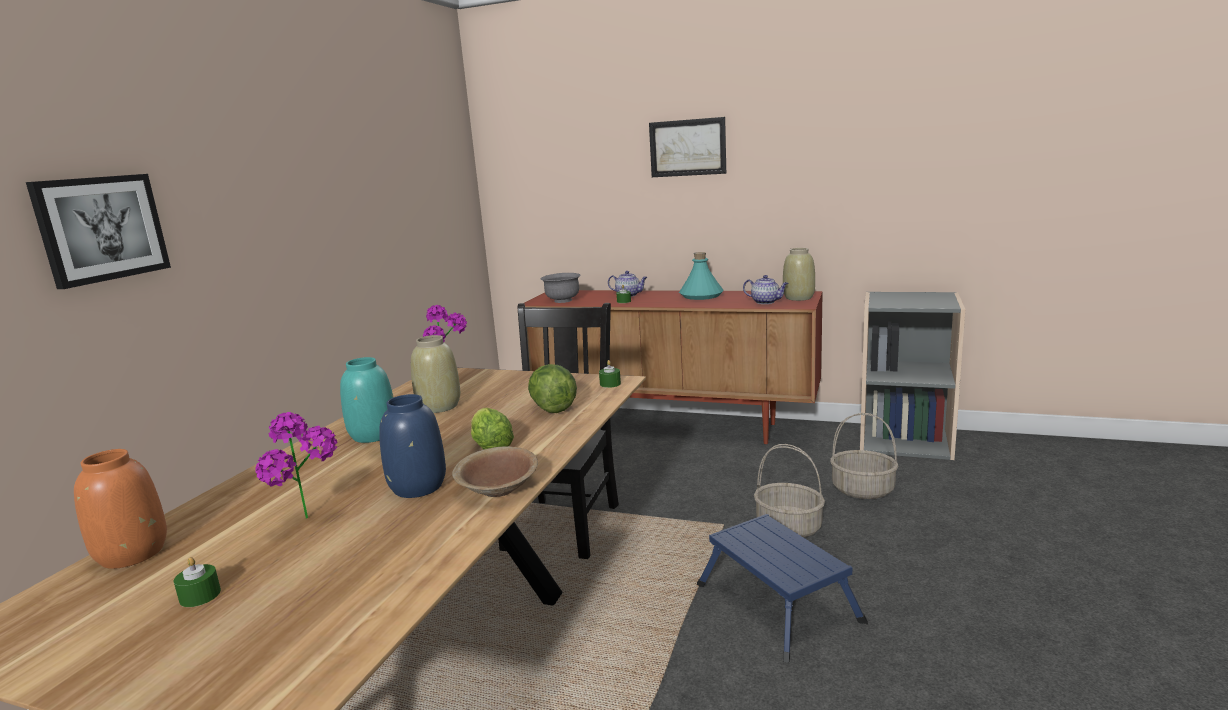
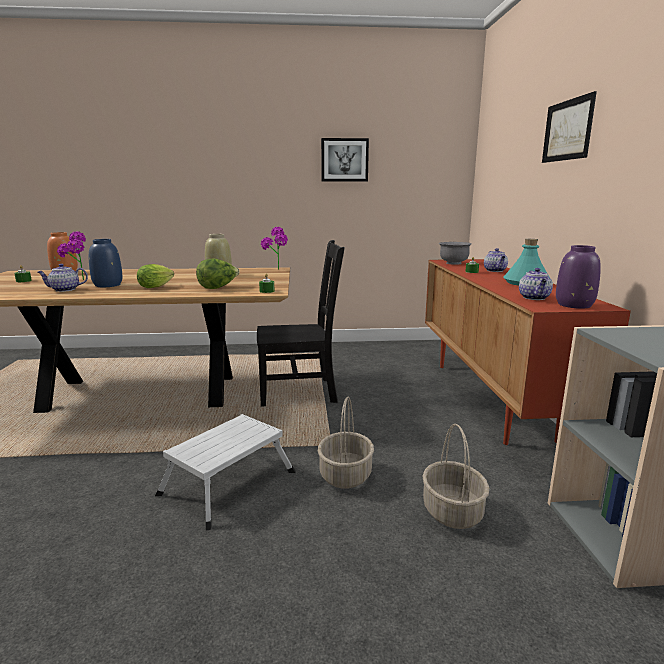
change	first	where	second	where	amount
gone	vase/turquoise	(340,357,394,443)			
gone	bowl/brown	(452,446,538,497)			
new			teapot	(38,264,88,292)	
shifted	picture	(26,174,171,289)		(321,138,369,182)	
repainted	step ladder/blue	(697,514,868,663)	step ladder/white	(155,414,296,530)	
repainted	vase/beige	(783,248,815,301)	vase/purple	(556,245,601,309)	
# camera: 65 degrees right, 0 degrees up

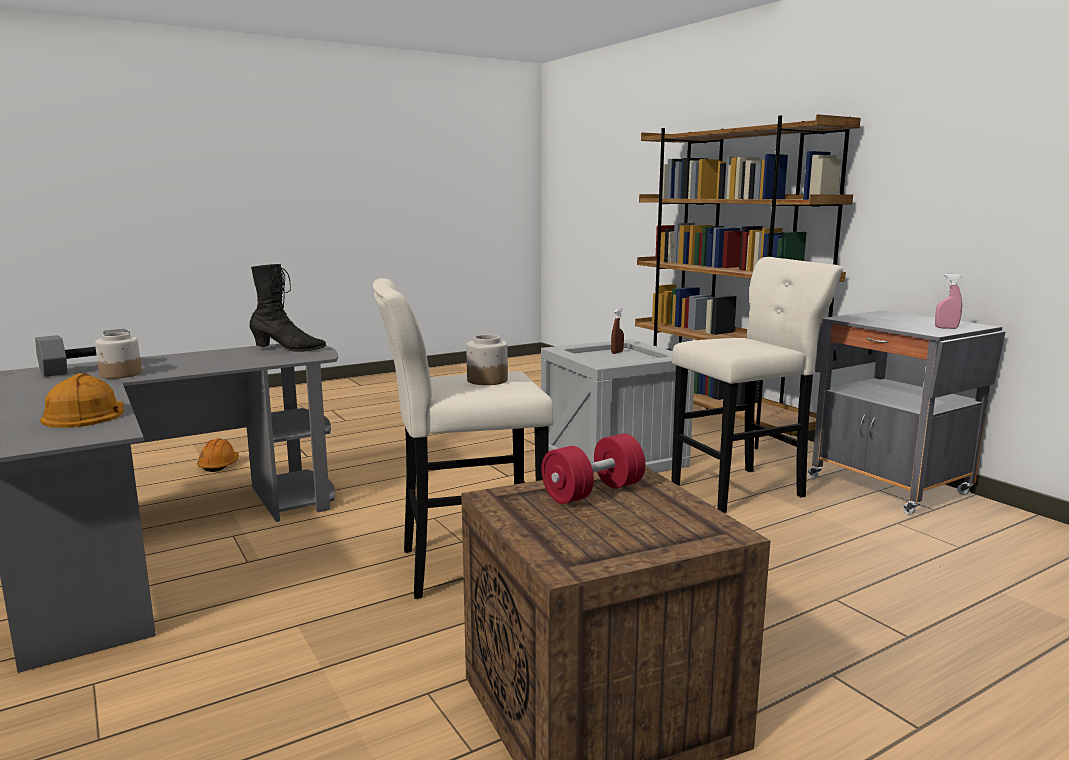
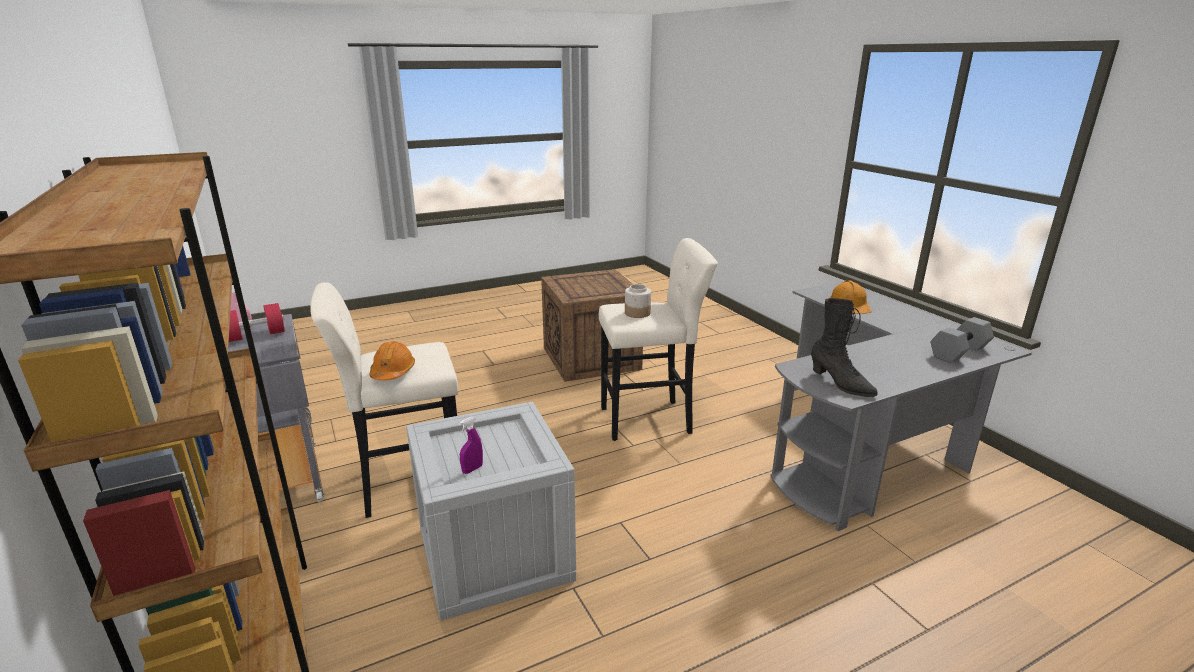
change	first	where	second	where	amount
gone	jar	(95,332,142,379)			
shifted	hard hat/orange	(197,438,239,472)		(369,341,415,380)	
shifted	dumbbell/red	(542,433,645,504)		(229,303,285,342)	
repainted	spray bottle/brown	(611,308,624,354)	spray bottle/purple	(459,417,483,474)	
rotated	boot/black	(250,264,326,352)		(811,298,878,397)	135 degrees counterclockwise
# camera: 175 degrees left, 10 degrees up

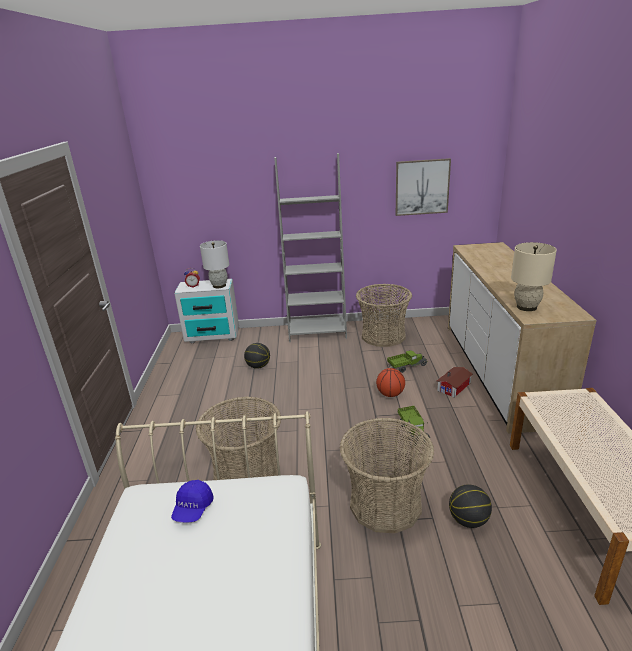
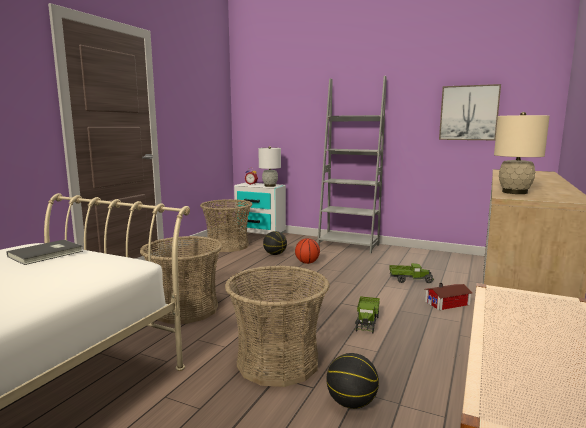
change	first	where	second	where	amount
shifted	basket	(356,284,412,347)		(200,199,253,252)	
shifted	basketball	(376,368,405,397)		(295,238,320,264)	
swapped	cap/blue	(171,480,214,522)	book/grey	(7,240,83,265)	
# camera: 25 degrees right, 15 degrees down

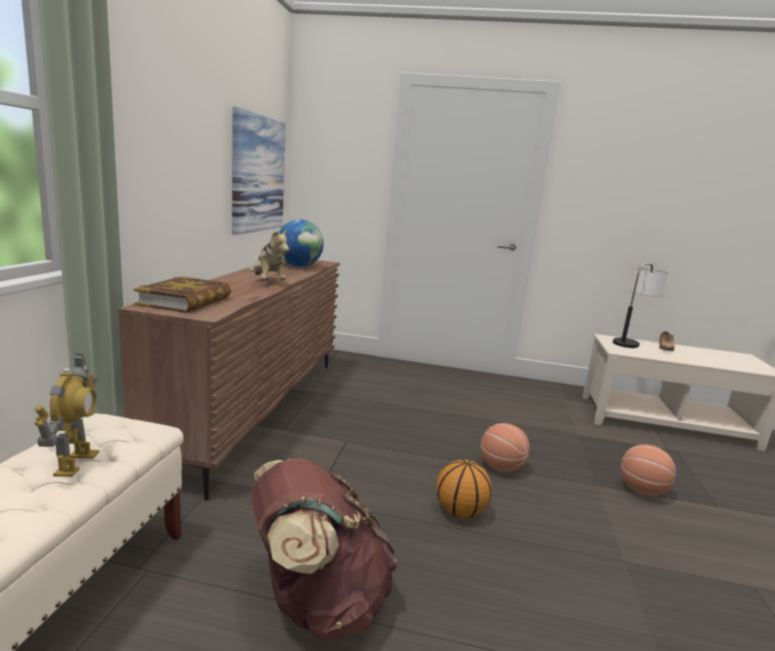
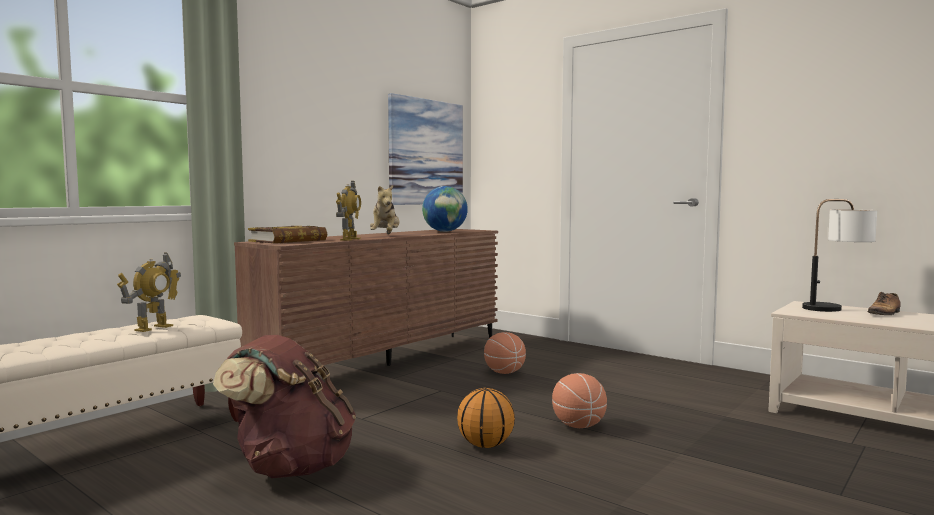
change	first	where	second	where	amount
new			toy robot	(336,181,361,241)	
shifted	basketball	(621,444,676,496)		(484,332,526,374)	
# camera: 30 degrees right, 10 degrees down

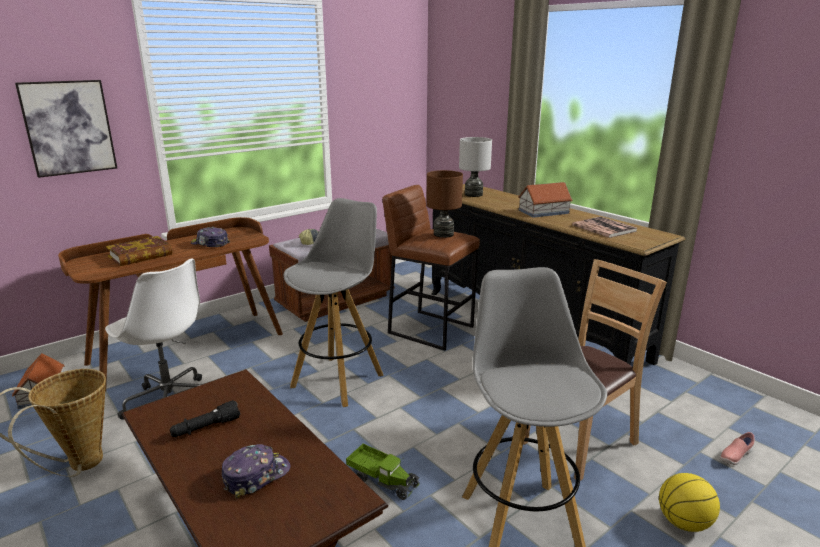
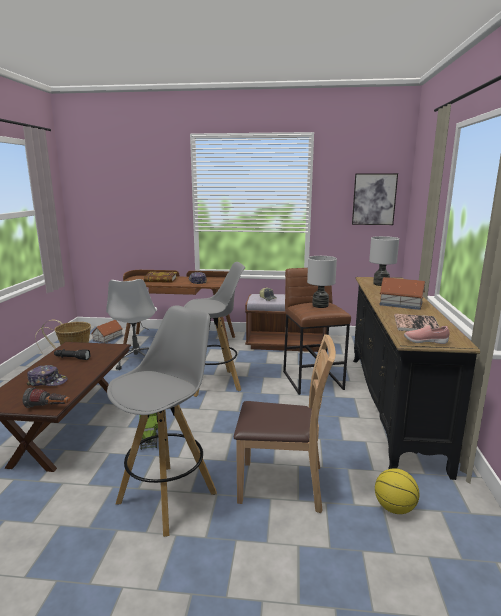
change	first	where	second	where	amount
new			flashlight	(23,387,70,408)	
shifted	picture	(15,80,117,178)		(352,173,398,225)	
shifted	basketball	(659,473,720,532)		(375,468,419,514)	
shifted	shoe/pink	(720,432,755,465)		(404,325,450,344)	
repainted	table lamp/brown	(426,170,463,238)	table lamp/grey	(307,256,337,308)	
# camera: 45 degrees right, 5 degrees down

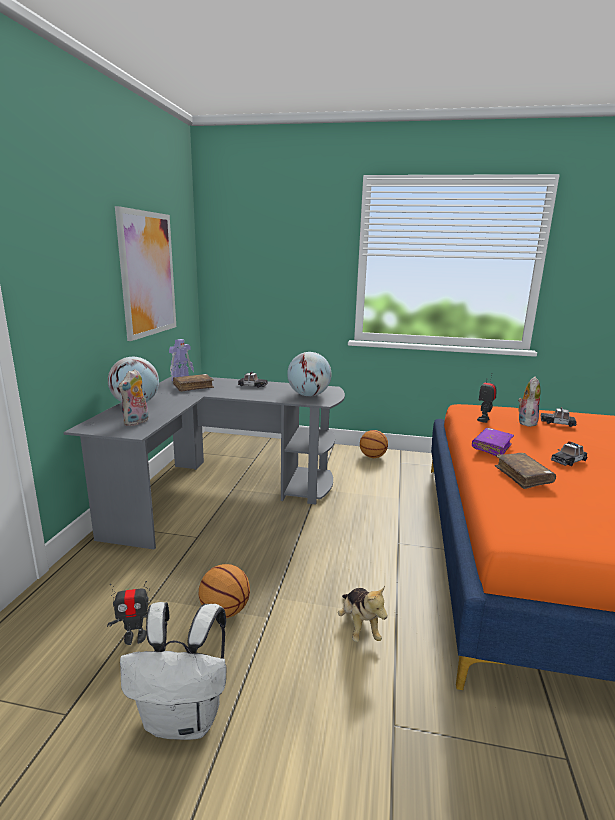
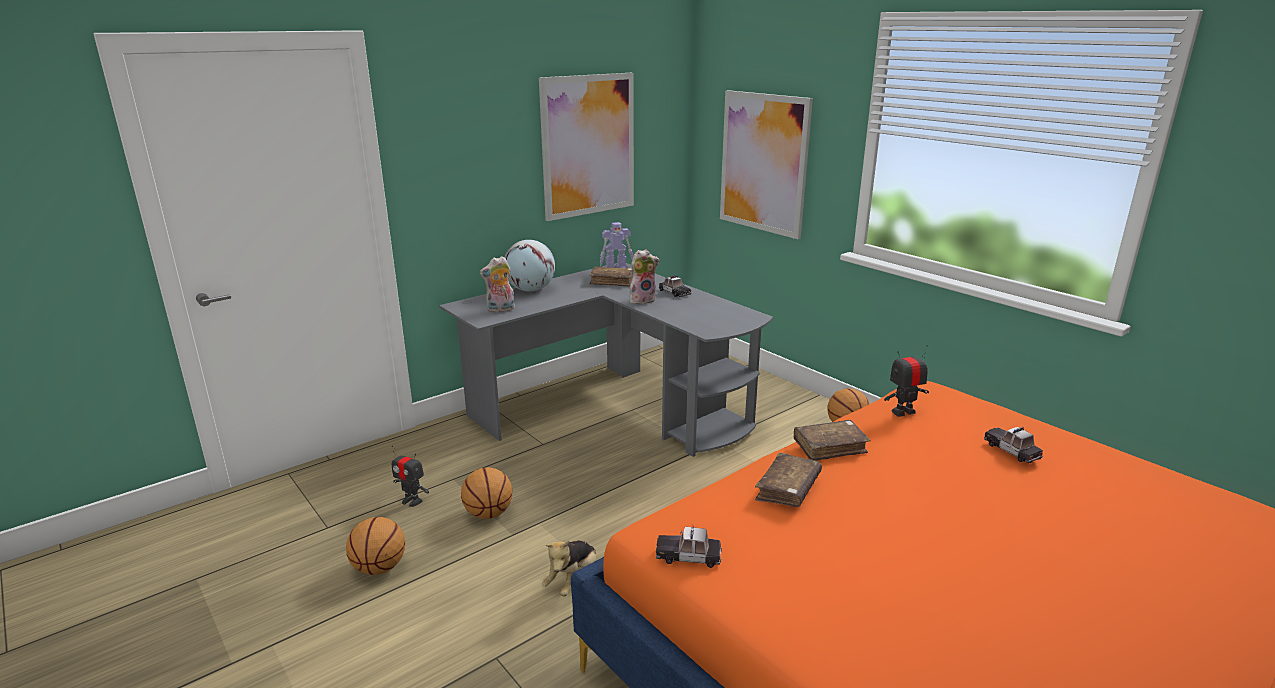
change	first	where	second	where	amount
gone	globe	(287,352,332,396)			
new			picture	(720,90,813,239)	
shifted	plush toy	(518,377,541,427)		(630,249,660,305)	
shifted	toy car	(551,441,587,466)		(656,525,722,568)	
swapped	backpack/white	(120,602,227,740)	basketball	(346,517,405,575)	
repainted	book/purple	(472,428,514,456)	book/brown	(793,420,871,461)	
# camera: 40 degrees right, 5 degrees up

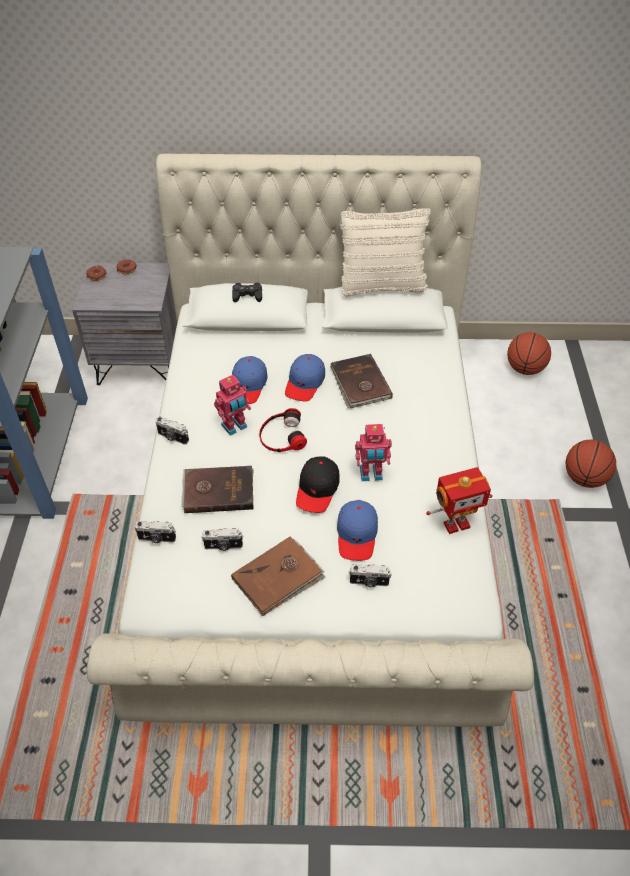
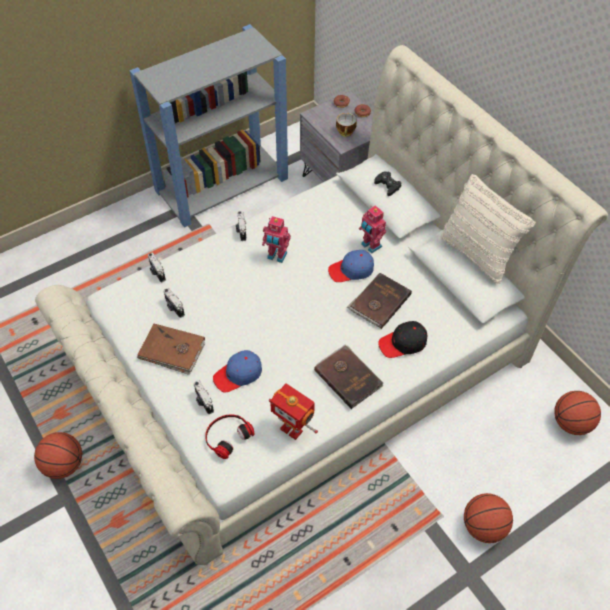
change	first	where	second	where	amount
gone	cap/blue	(232,356,267,404)			
new			basketball	(34,432,82,479)	
new			cup	(336,113,357,137)	
shifted	book/brown	(181,466,254,513)		(314,344,383,409)	
shifted	headphones	(259,408,307,452)		(205,414,255,459)	
shifted	cap/black	(296,456,340,513)		(378,321,427,358)	
shifted	toy robot	(355,424,392,481)		(359,205,386,254)	
# camera: 55 degrees right, 5 degrees up

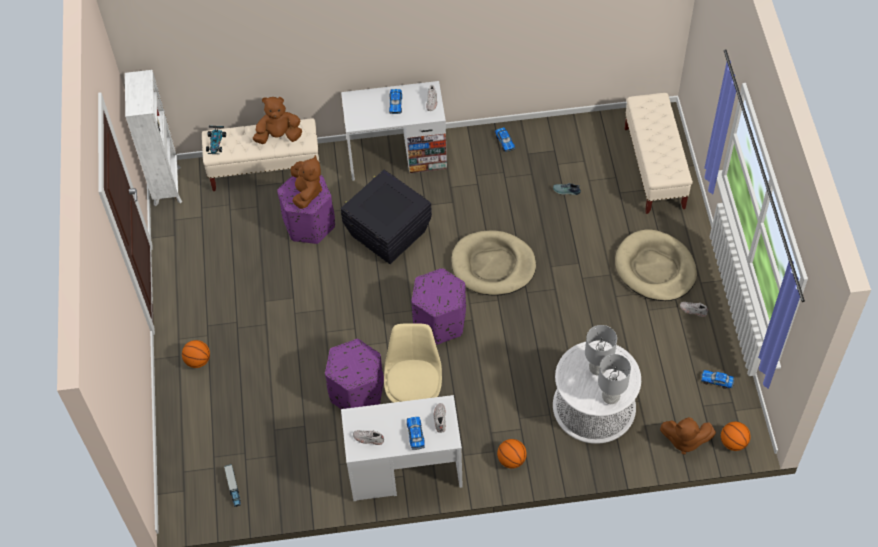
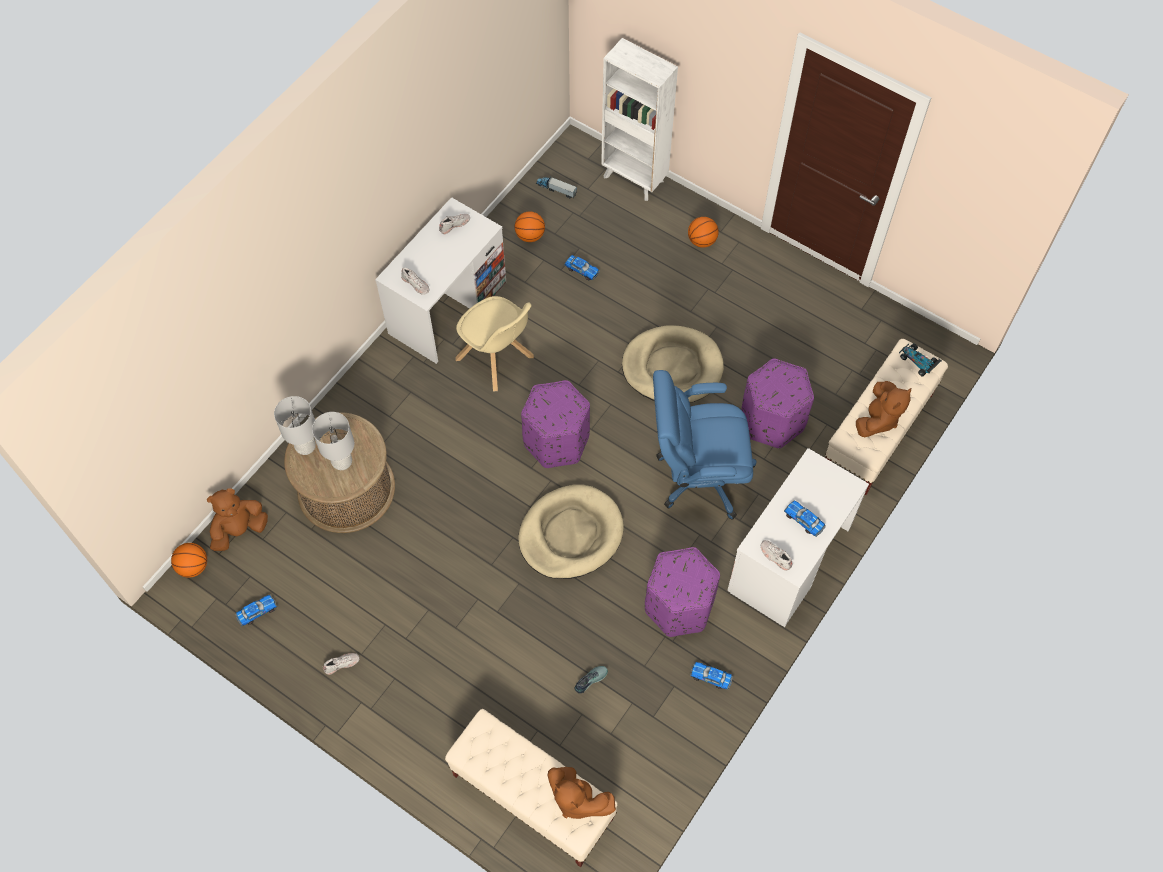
change	first	where	second	where	amount
shifted	bookcase/white	(125,70,182,206)		(601,38,678,201)	
shifted	plush toy/brown	(290,155,322,209)		(548,767,616,819)	
shifted	ottoman/purple	(325,339,384,409)		(645,547,720,637)	
shifted	toy car	(407,417,425,450)		(564,255,600,281)	
shifted	basketball	(497,439,527,469)		(515,211,545,242)	
shifted	dog bed/beige	(615,229,697,301)		(622,325,724,403)	
swapped	storage box/black	(340,169,432,264)	office chair/blue	(653,370,756,520)	
repainted	coffee table/white	(553,340,641,444)	coffee table/brown	(284,412,395,533)	
# camera: 130 degrees right, 5 degrees up

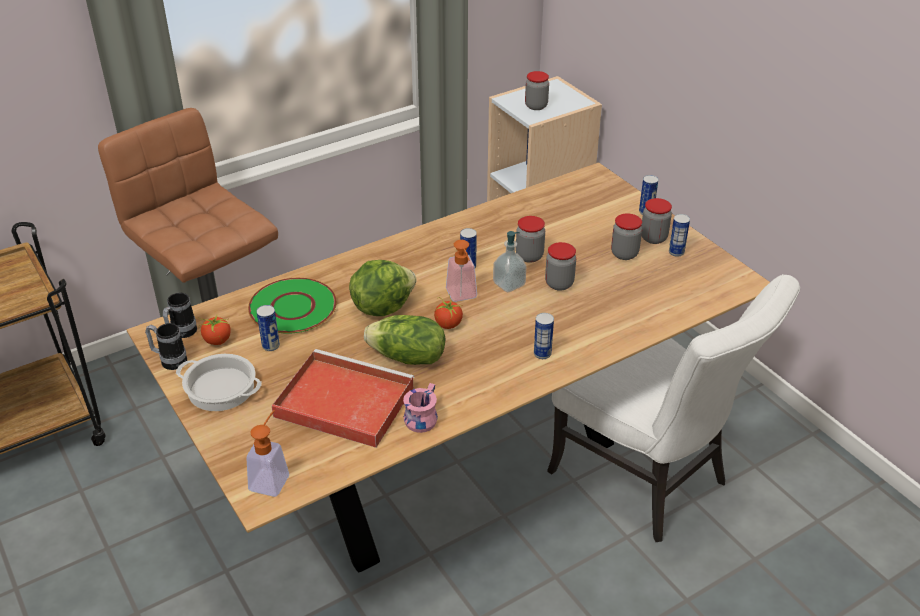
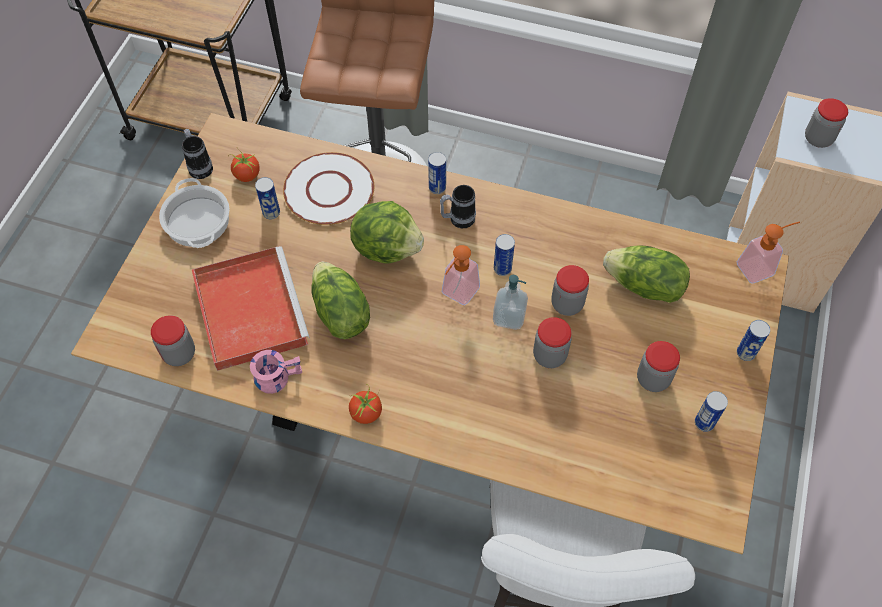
change	first	where	second	where	amount
new			lettuce	(603,246,690,303)	
shifted	mug	(163,293,197,338)		(440,185,476,228)	
shifted	soap dispenser	(247,410,289,497)		(737,222,800,284)	
shifted	tomato	(434,295,463,329)		(349,384,382,424)	
shifted	can	(534,313,554,359)		(428,152,446,194)	
shifted	jar	(641,198,672,244)		(151,315,195,366)	
repainted	plate/green	(248,278,337,334)	plate/white	(283,152,374,225)	
# camera: 50 degrees right, 20 degrees up

